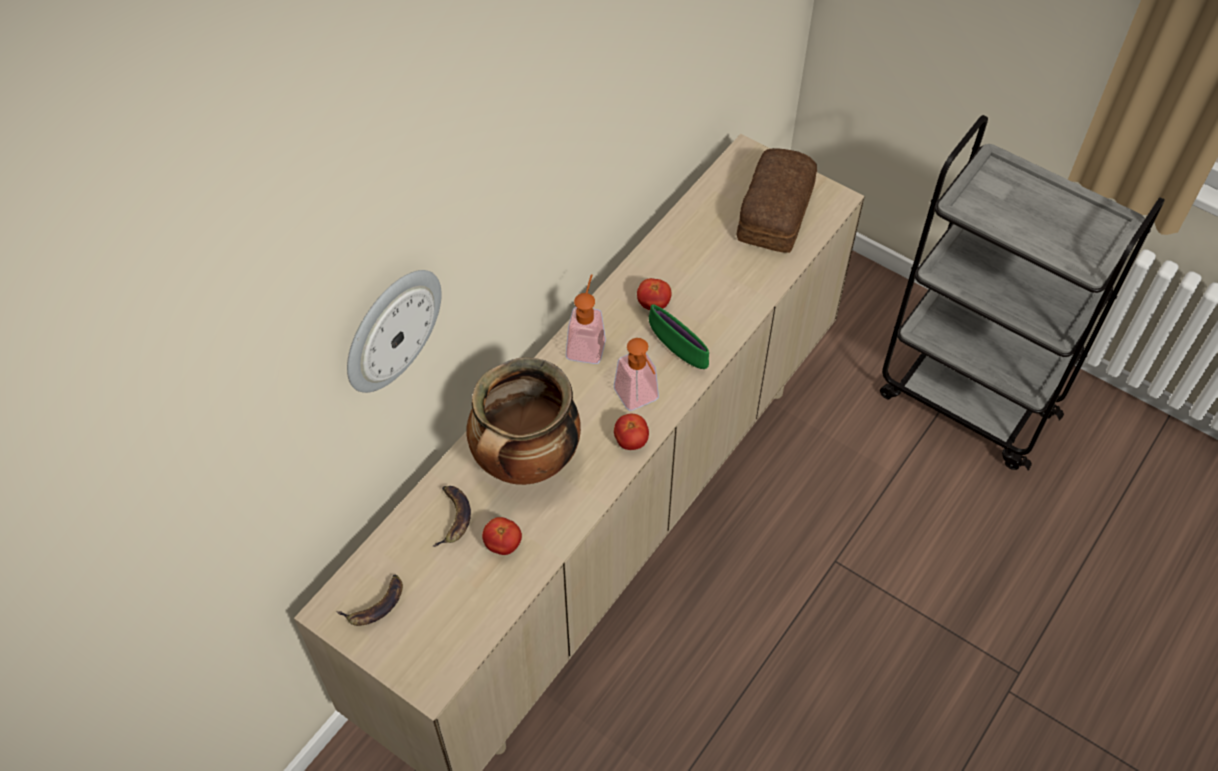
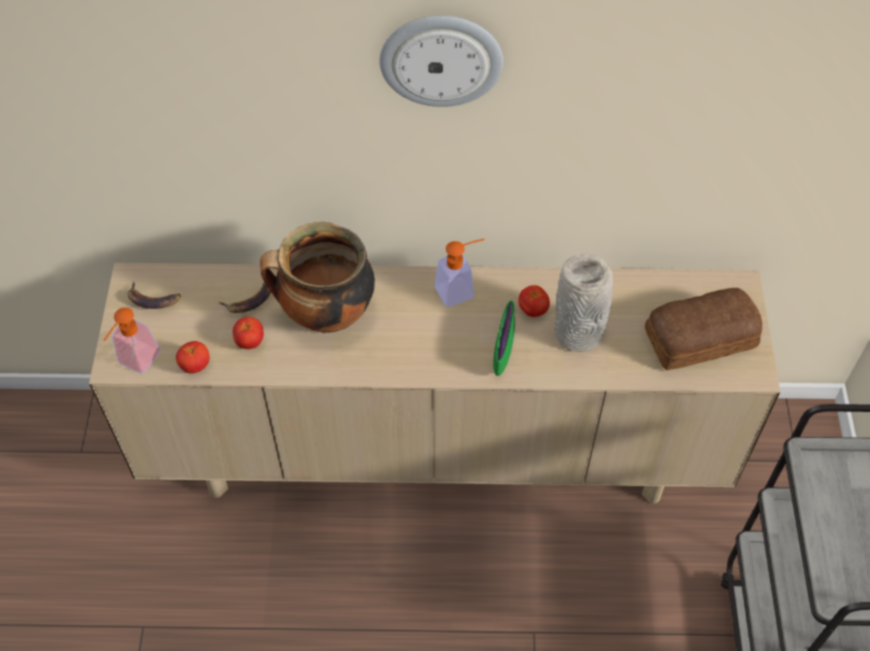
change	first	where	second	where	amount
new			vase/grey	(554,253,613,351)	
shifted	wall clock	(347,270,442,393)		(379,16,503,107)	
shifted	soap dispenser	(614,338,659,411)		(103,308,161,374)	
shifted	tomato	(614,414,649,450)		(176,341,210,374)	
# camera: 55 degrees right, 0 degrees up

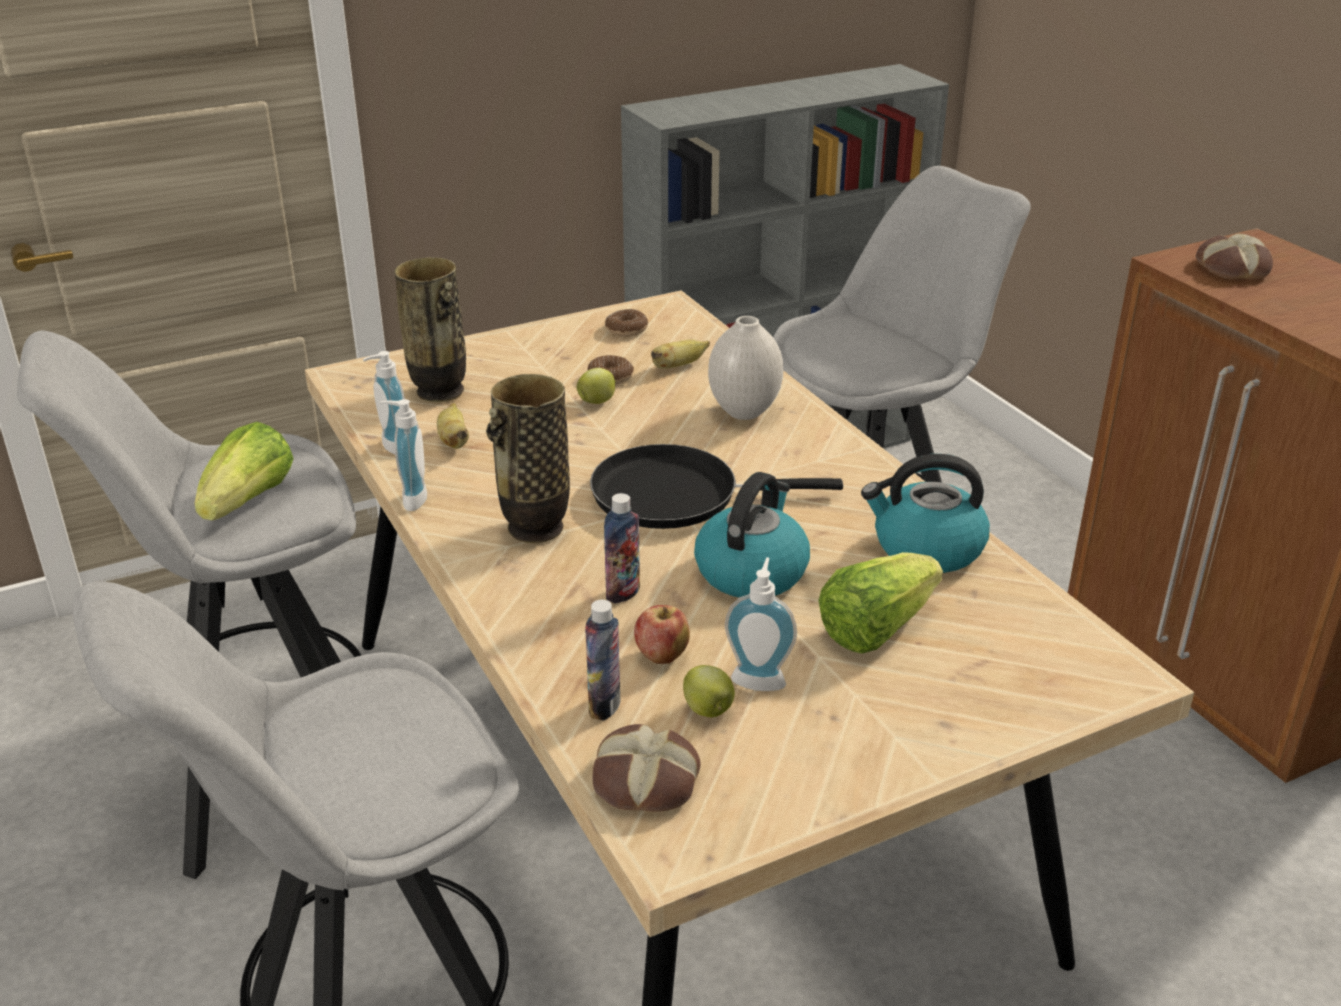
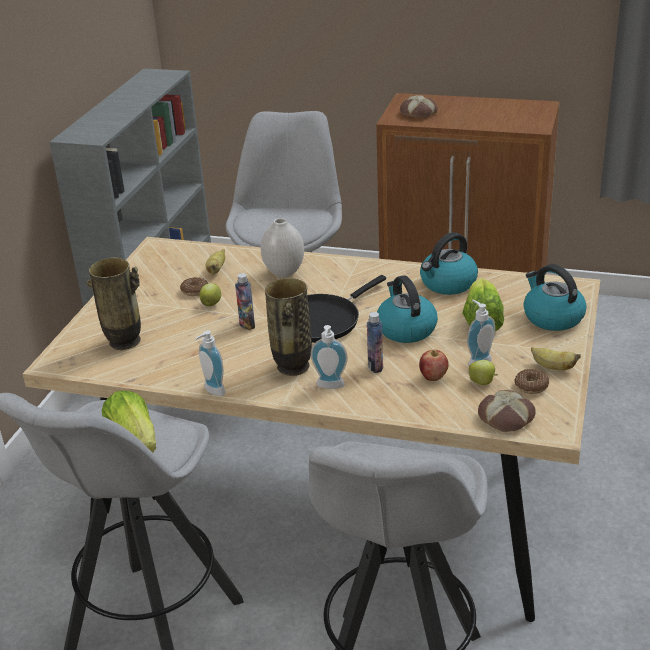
change	first	where	second	where	amount
new			kettle	(523,264,587,331)	
shifted	soap dispenser	(363,351,405,454)		(310,325,348,389)	
shifted	banana	(437,403,469,449)		(531,347,580,370)	
shifted	bottle	(585,600,620,720)		(235,273,255,330)	
shifted	donut	(605,309,648,336)		(514,369,549,394)	
# camera: 45 degrees left, 0 degrees up

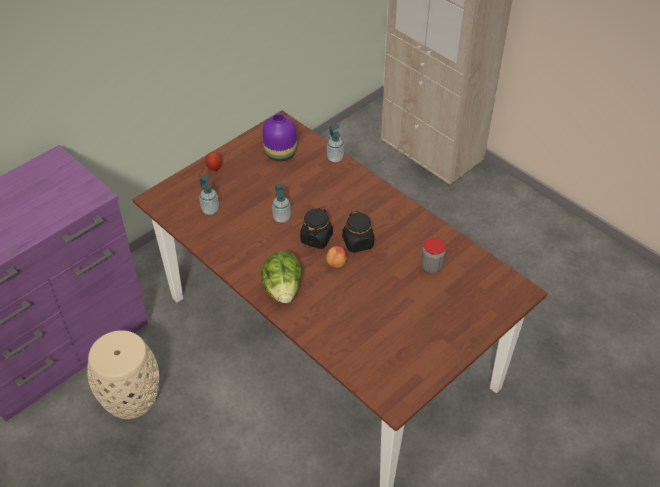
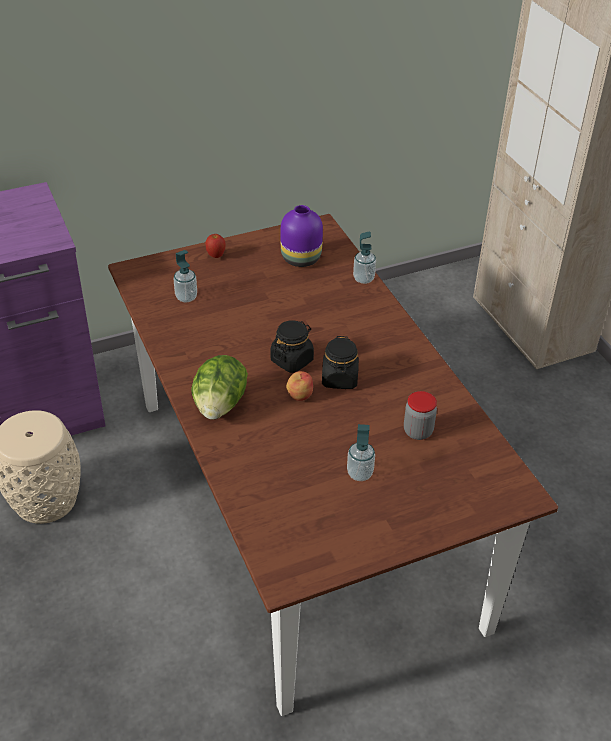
change	first	where	second	where	amount
shifted	soap dispenser	(272,183,291,223)		(347,424,375,481)	
# camera: 20 degrees right, 5 degrees down

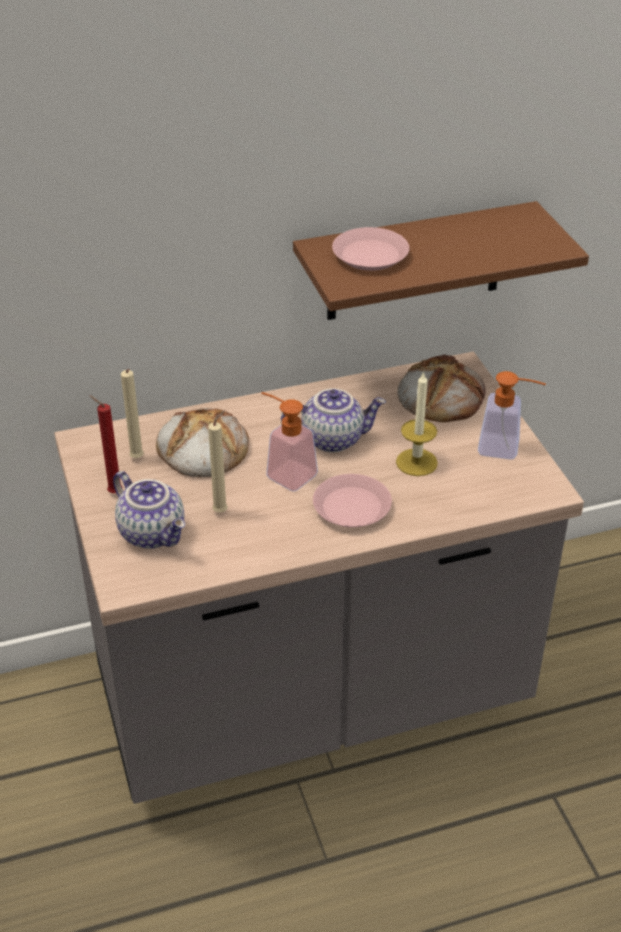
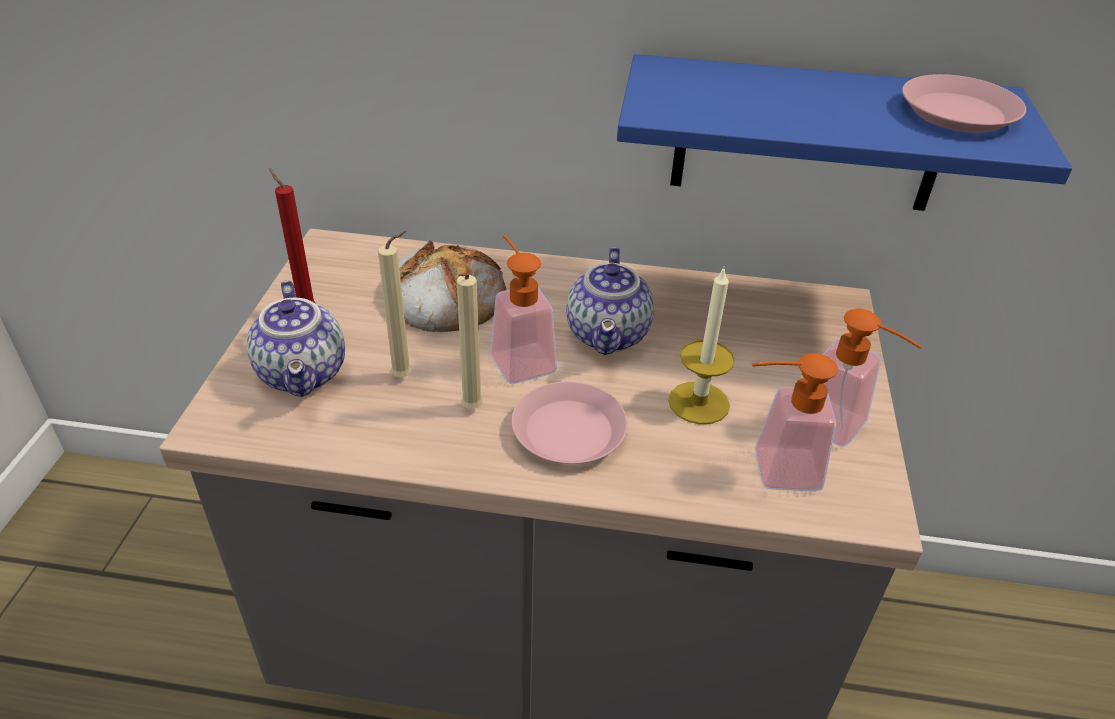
change	first	where	second	where	amount
gone	bread	(397,354,486,422)			
new			soap dispenser	(751,353,838,492)	
shifted	candle/beige	(121,369,144,458)		(457,273,483,409)	
shifted	plate/pink	(332,227,409,271)		(902,74,1026,133)	
repainted	shelf/brown	(293,201,589,320)	shelf/blue	(617,54,1072,211)	
rotated	teapot	(281,388,386,453)		(566,247,654,355)	75 degrees clockwise
# camera: 25 degrees right, 0 degrees up

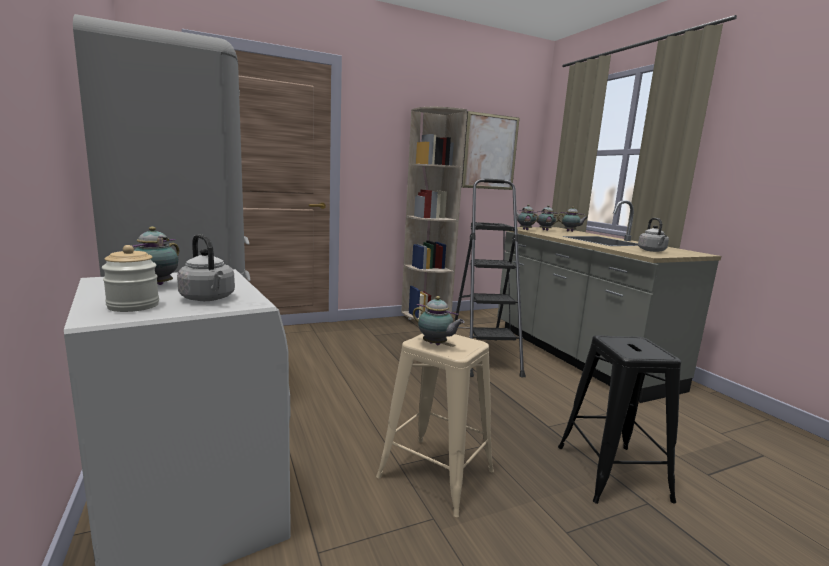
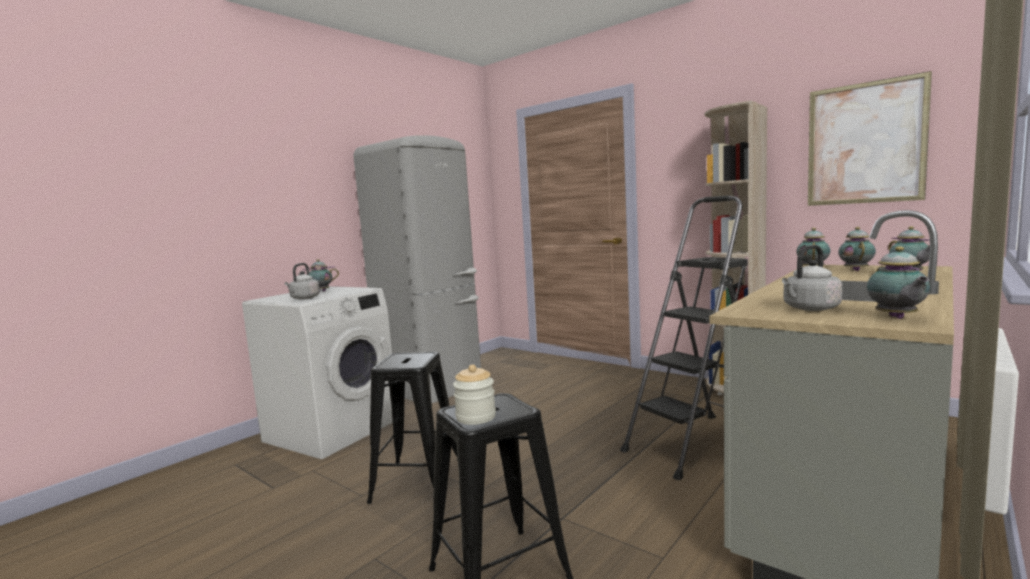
change	first	where	second	where	amount
shifted	jar	(102,245,159,312)		(453,364,496,425)	
shifted	teapot	(413,296,465,345)		(867,246,930,319)	
repainted	stool/beige	(376,333,494,517)	stool/black	(367,352,458,504)	
# camera: 65 degrees right, 5 degrees down

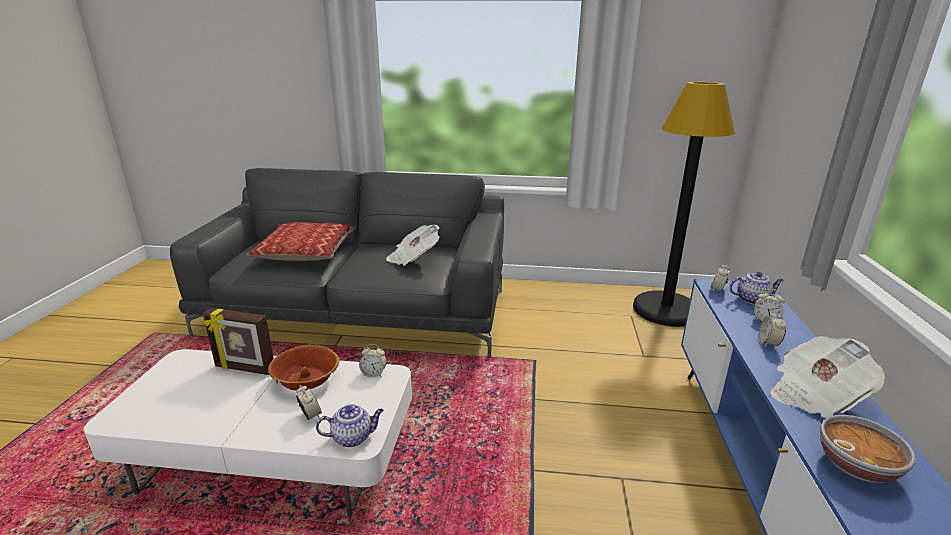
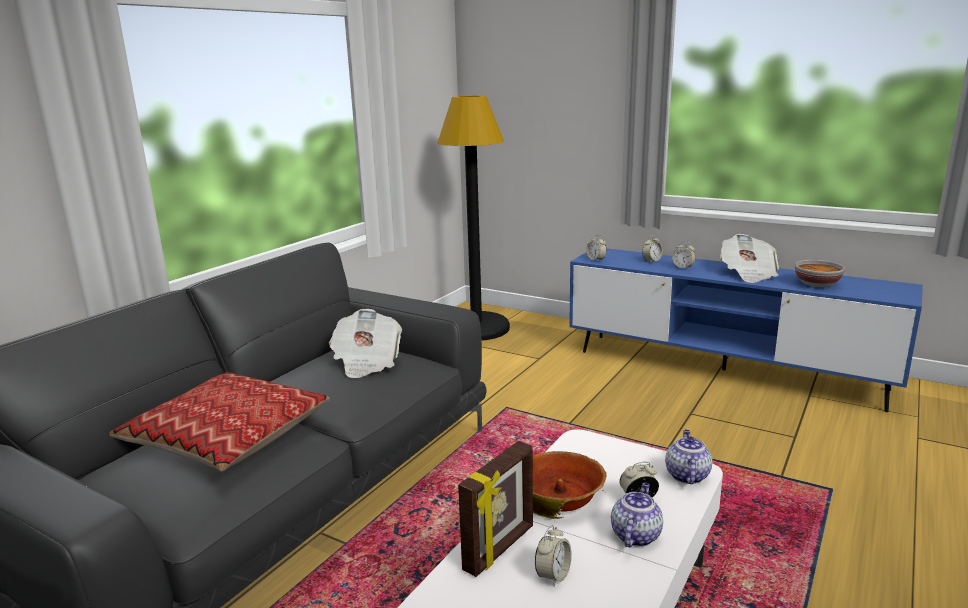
change	first	where	second	where	amount
shifted	alarm clock	(359,344,387,378)		(535,525,572,587)	
shifted	teapot	(729,272,784,305)		(611,482,663,547)	
# camera: 65 degrees left, 5 degrees down

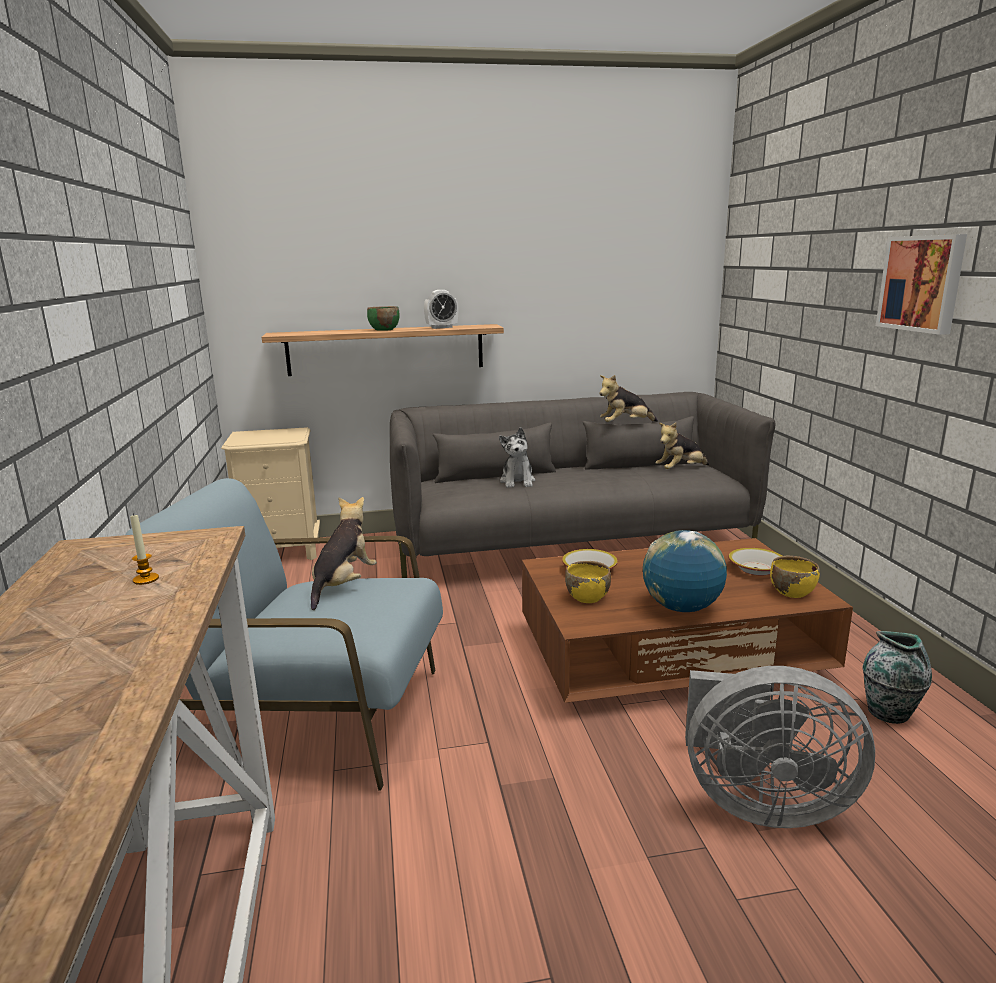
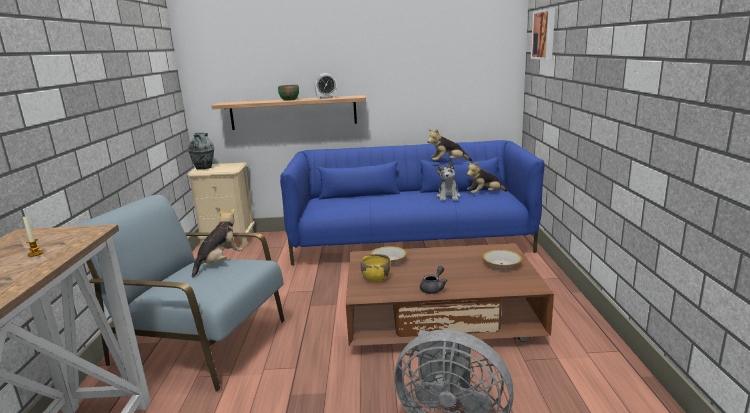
change	first	where	second	where	amount
gone	bowl/yellow	(770,556,820,598)			
shifted	plush toy	(499,427,536,488)		(436,161,460,201)	
shifted	vase	(862,631,932,724)		(188,133,214,170)	
shifted	picture	(876,234,967,335)		(531,8,555,60)	
swapped	globe	(643,530,727,612)	teapot/grey	(420,266,447,294)	
repainted	sofa/grey	(390,392,775,578)	sofa/blue	(280,140,545,265)	
# camera: 10 degrees right, 0 degrees up

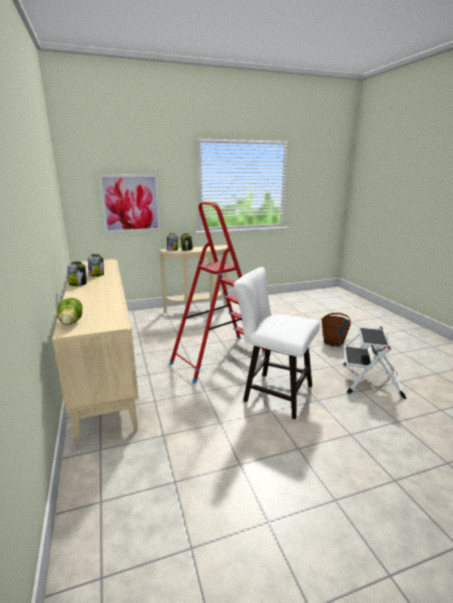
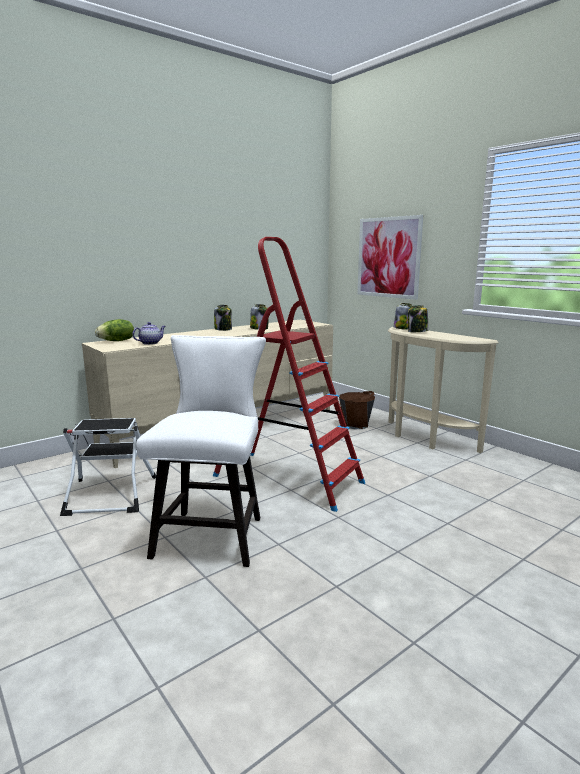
change	first	where	second	where	amount
new			teapot	(132,322,165,345)	
shifted	bucket/brown	(322,313,351,347)		(339,391,375,429)	
shifted	step ladder	(343,326,407,399)		(60,418,156,516)	
# camera: 70 degrees right, 5 degrees down

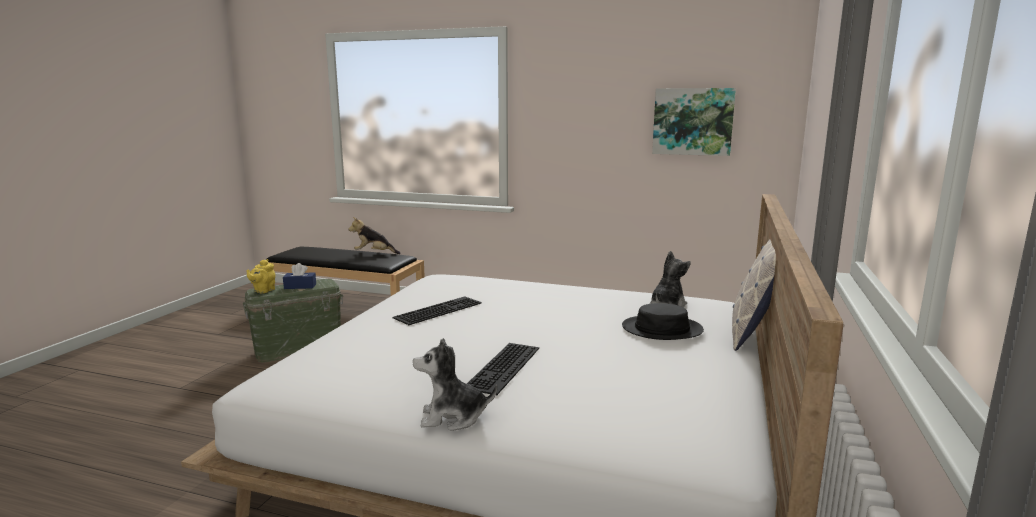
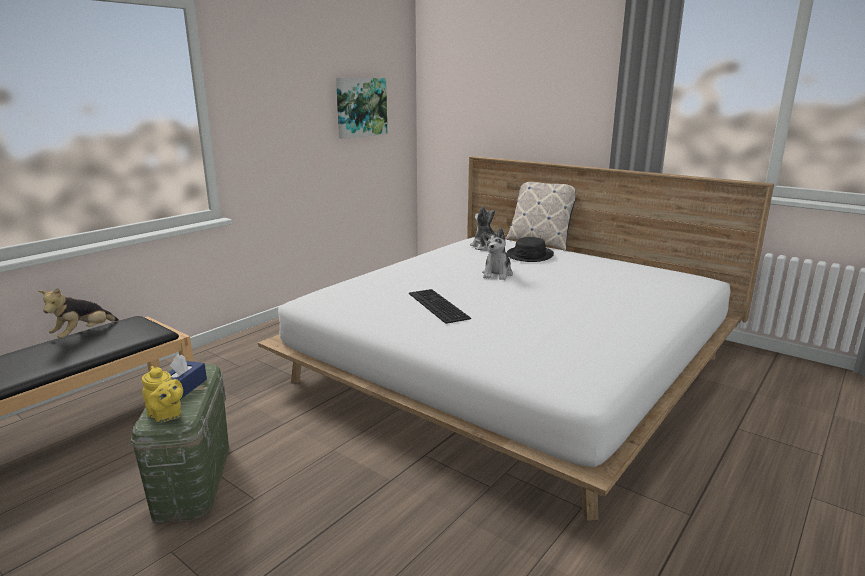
change	first	where	second	where	amount
gone	keyboard	(467,343,539,395)			
shifted	plush toy	(413,338,497,431)		(482,228,513,280)	
# camera: 70 degrees left, 5 degrees up

